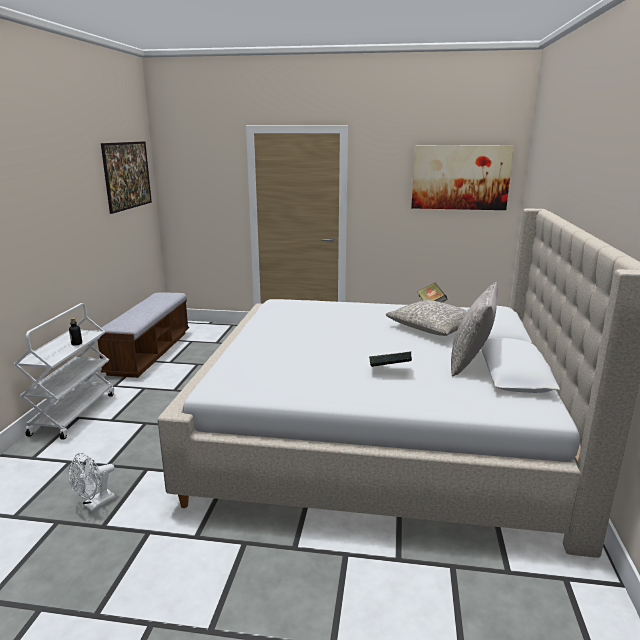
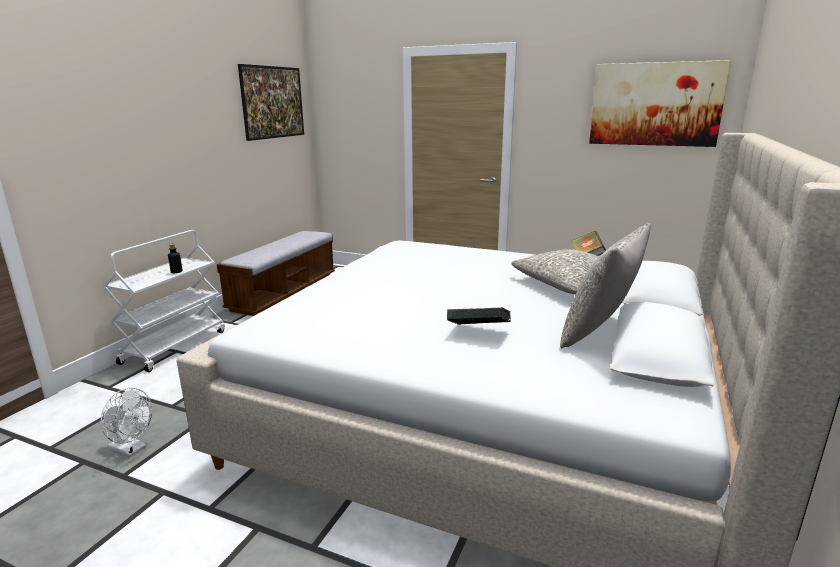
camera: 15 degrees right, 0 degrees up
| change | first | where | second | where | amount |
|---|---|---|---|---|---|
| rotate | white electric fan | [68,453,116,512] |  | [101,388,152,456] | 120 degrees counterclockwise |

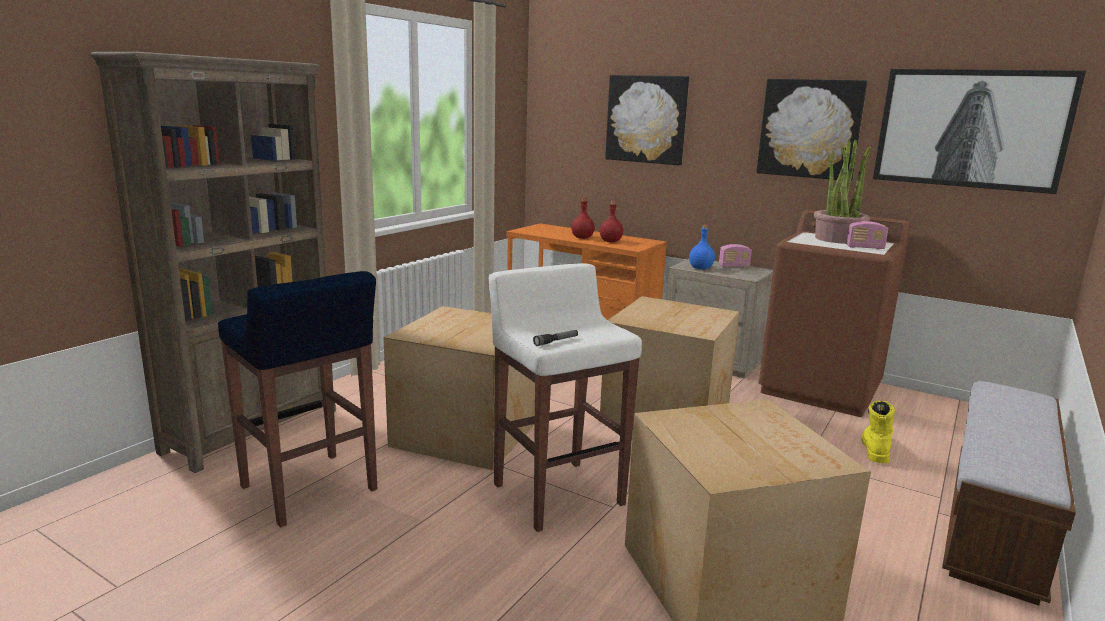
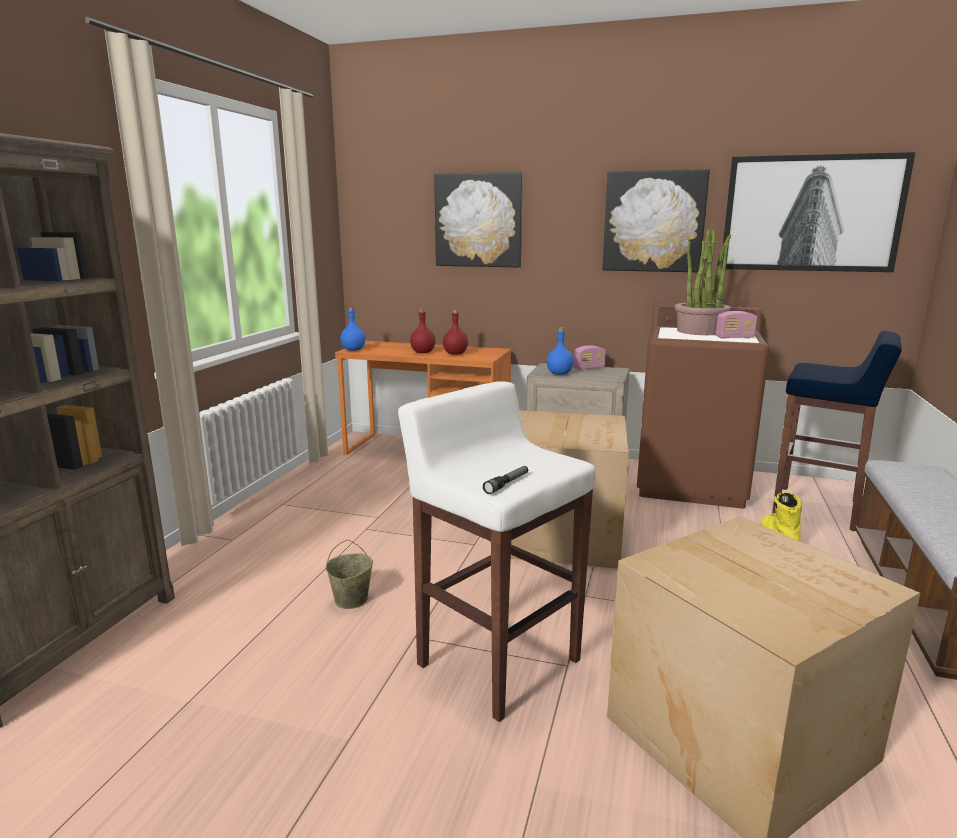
camera: 15 degrees left, 0 degrees up
| change | first | where | second | where | amount |
|---|---|---|---|---|---|
| move | blue sitting stool | [218,271,377,528] |  | [772,331,902,531] |  |
| replace | cardboard box | [383,306,535,470] | sand-coloured water bucket | [326,540,373,609] |  |
| insert |  |  | blue bottle | [340,307,365,351] |  |

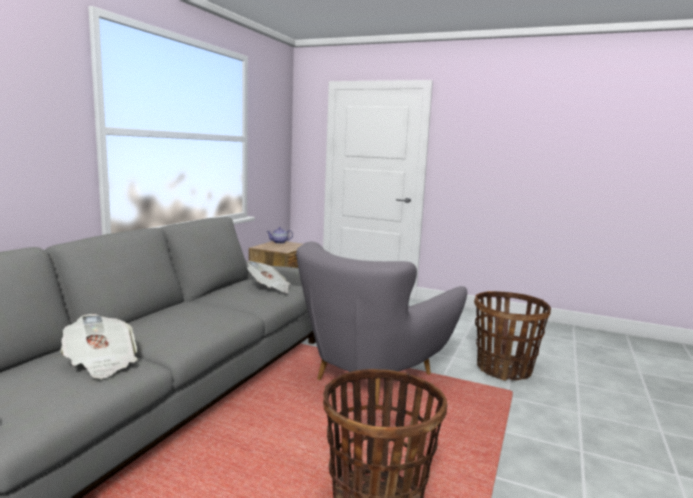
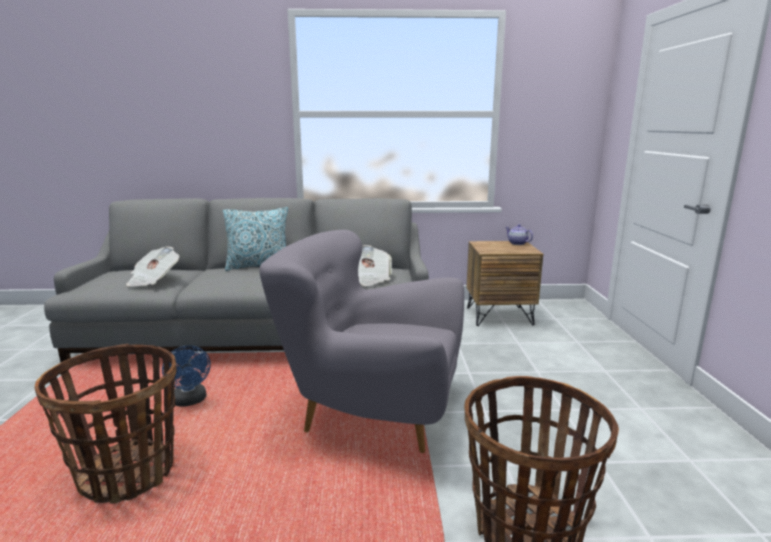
camera: 65 degrees right, 5 degrees up
| change | first | where | second | where | amount |
|---|---|---|---|---|---|
| insert |  |  | blue electric fan | [162,345,211,407] |  |
| insert |  |  | cushion | [223,207,288,271] |  |

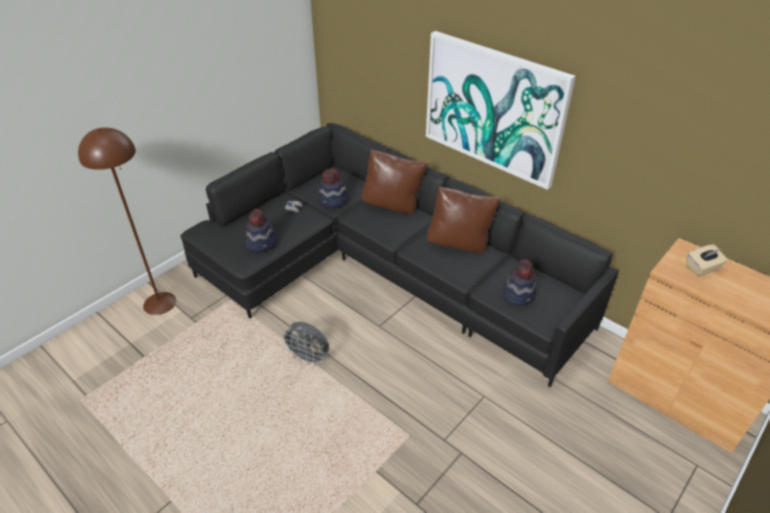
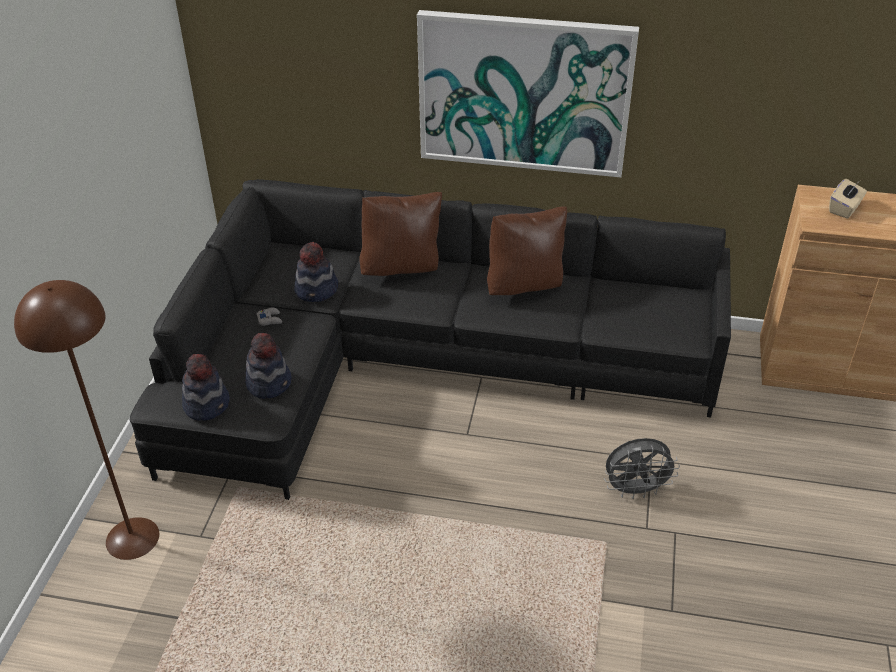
camera: 30 degrees left, 0 degrees up
| change | first | where | second | where | amount |
|---|---|---|---|---|---|
| move | gray electric fan | [280,322,329,366] |  | [604,438,680,499] |  |
| move | clothing hat | [503,259,536,306] |  | [182,354,230,421] |  |

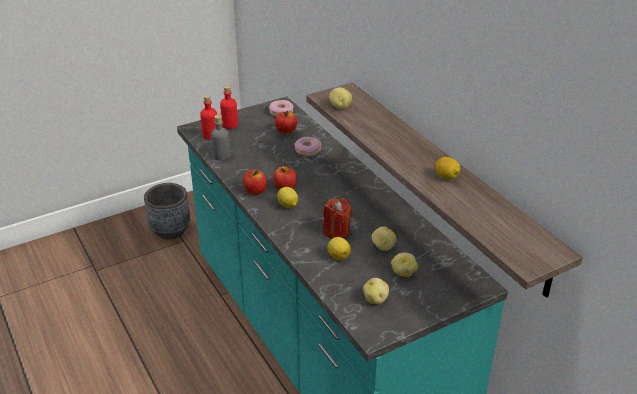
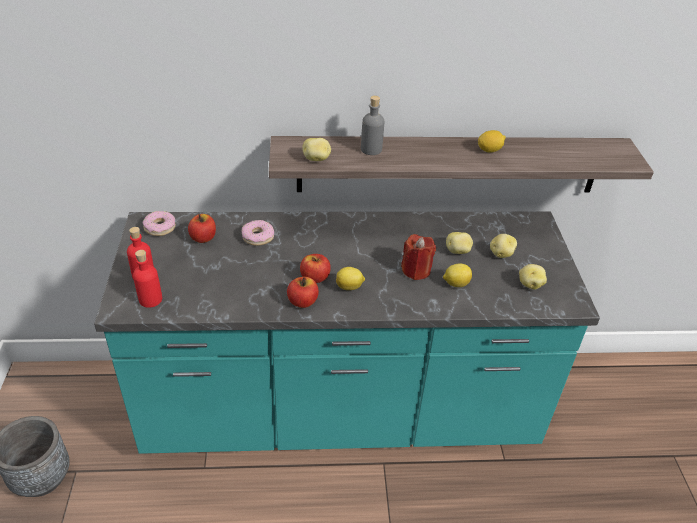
camera: 65 degrees left, 5 degrees up
| change | first | where | second | where | amount |
|---|---|---|---|---|---|
| move | gray bottle | [211,115,230,161] |  | [361,95,385,155] |  |

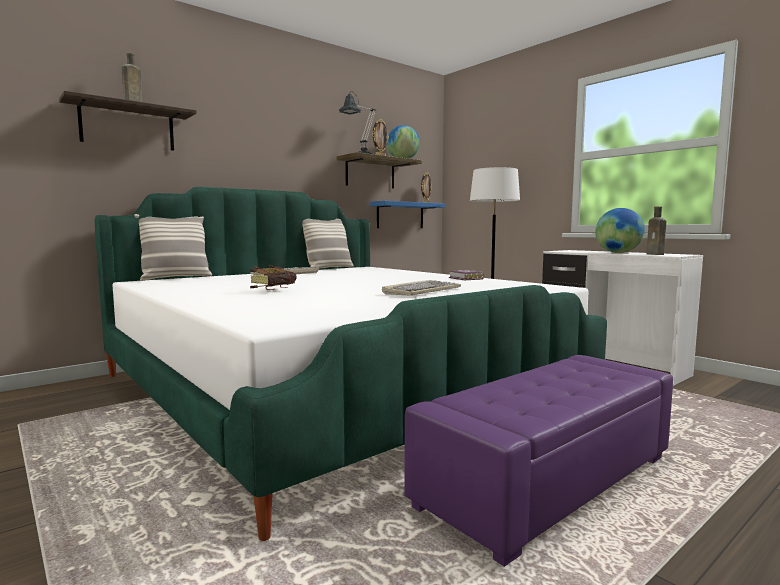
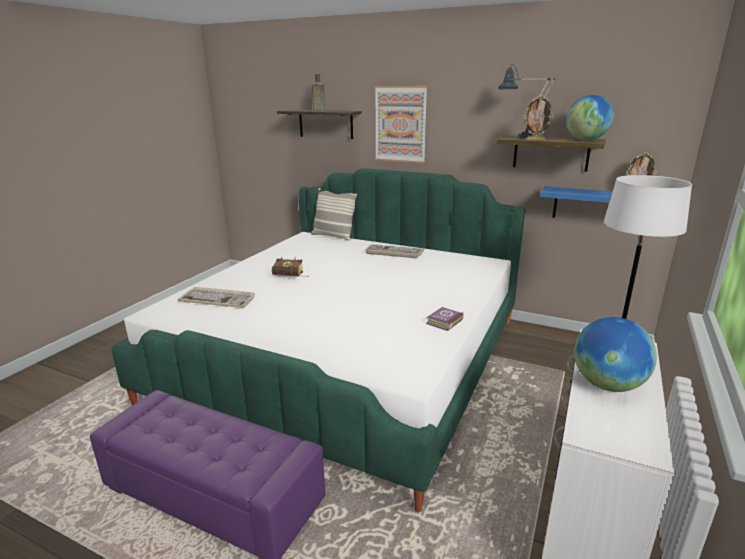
camera: 65 degrees right, 15 degrees up
| change | first | where | second | where | amount |
|---|---|---|---|---|---|
| delete | cushion | [302,219,354,269] |  |  |  |
| move | PC keyboard | [382,280,461,296] |  | [178,287,255,308] |  |
| delete | brownish bottle | [647,207,666,255] |  |  |  |
| insert |  |  | wall picture | [375,86,427,163] |  |

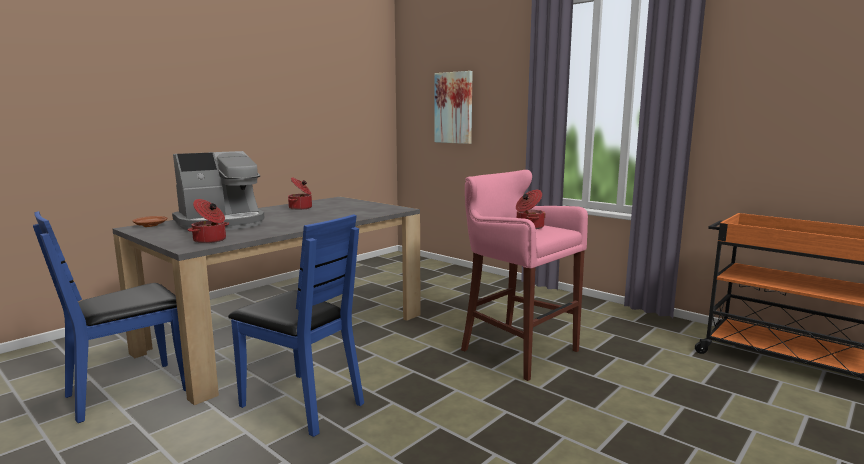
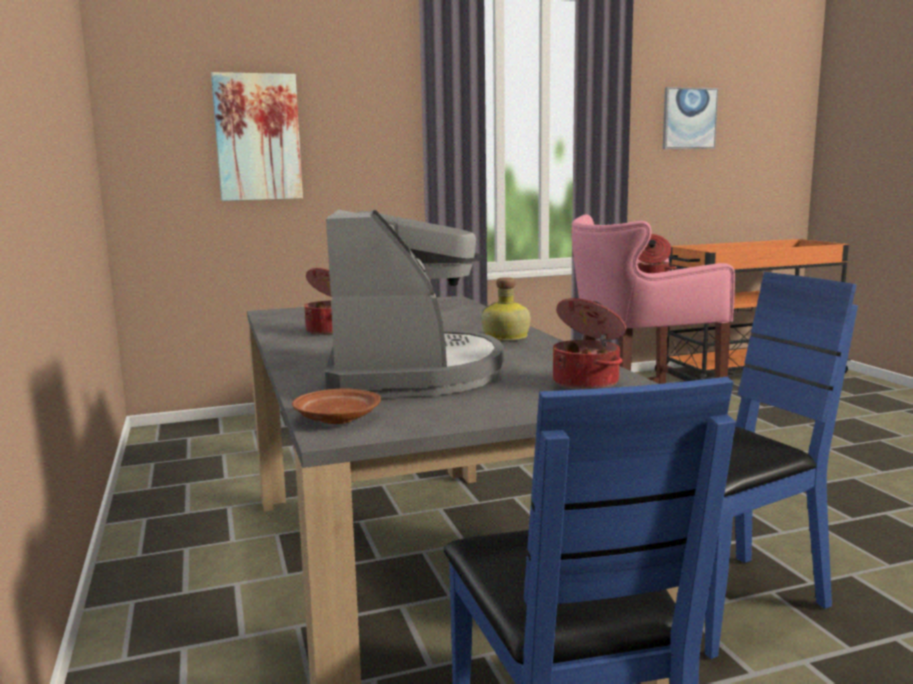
camera: 60 degrees left, 0 degrees up
| change | first | where | second | where | amount |
|---|---|---|---|---|---|
| insert |  |  | bottle | [481,277,531,341] |  |
| insert |  |  | wall picture | [663,87,718,149] |  |

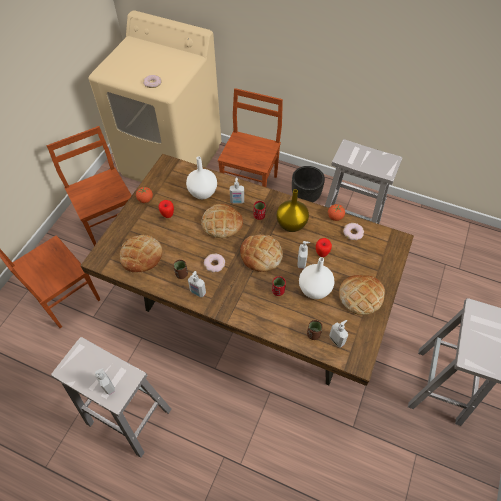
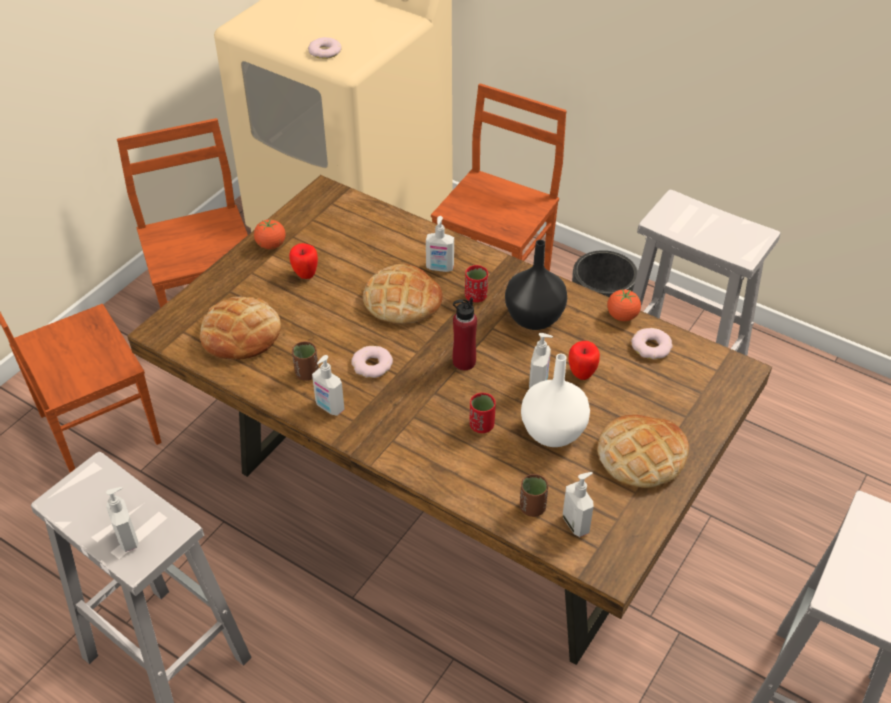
camera: 10 degrees right, 10 degrees down
| change | first | where | second | where | amount |
|---|---|---|---|---|---|
| delete | white flower vase | [186,156,217,199] |  |  |  |
| replace | bread | [240,235,283,272] | reddish bottle | [453,297,477,370] |  |
| recolor | yellowish flower vase | [277,189,309,232] | black flower vase | [505,240,567,330] |  |

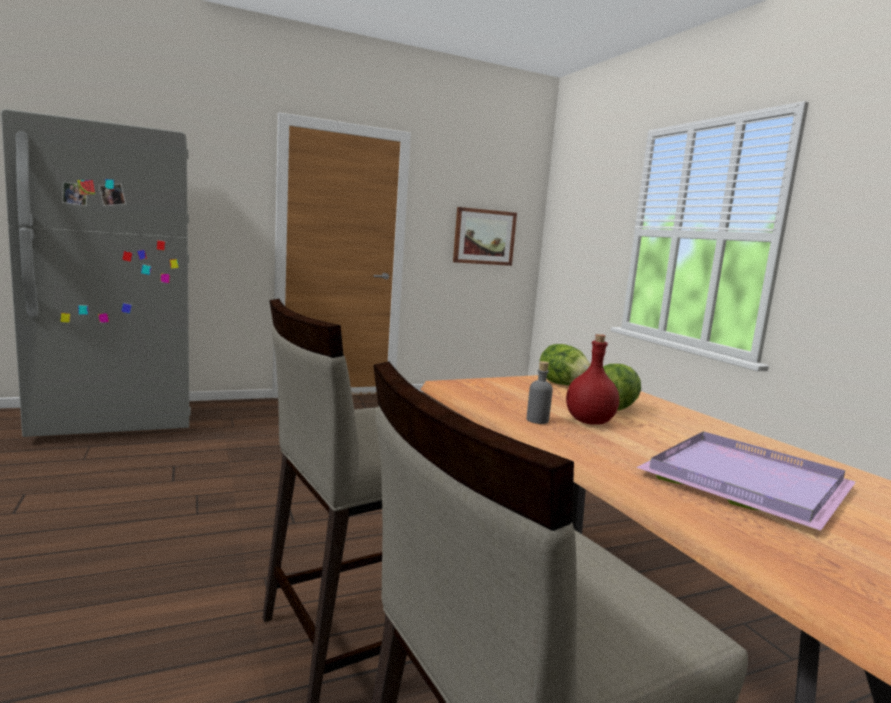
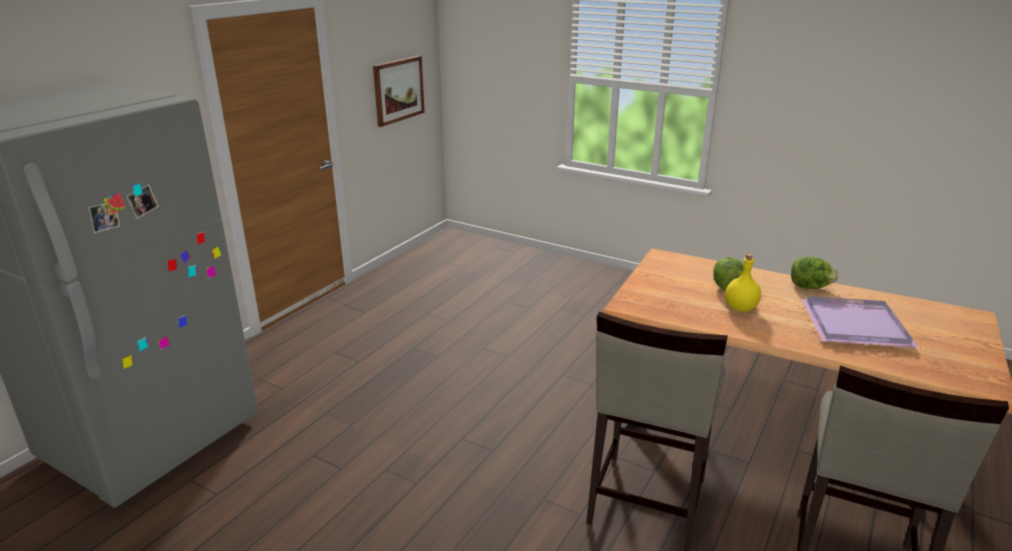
camera: 35 degrees left, 15 degrees up
| change | first | where | second | where | amount |
|---|---|---|---|---|---|
| delete | gray bottle | [527,361,553,424] |  |  |  |
| move | lettuce head | [539,344,591,385] |  | [791,257,838,289] |  |
| recolor | reddish bottle | [566,334,619,425] | yellowish bottle | [725,254,761,312] |  |

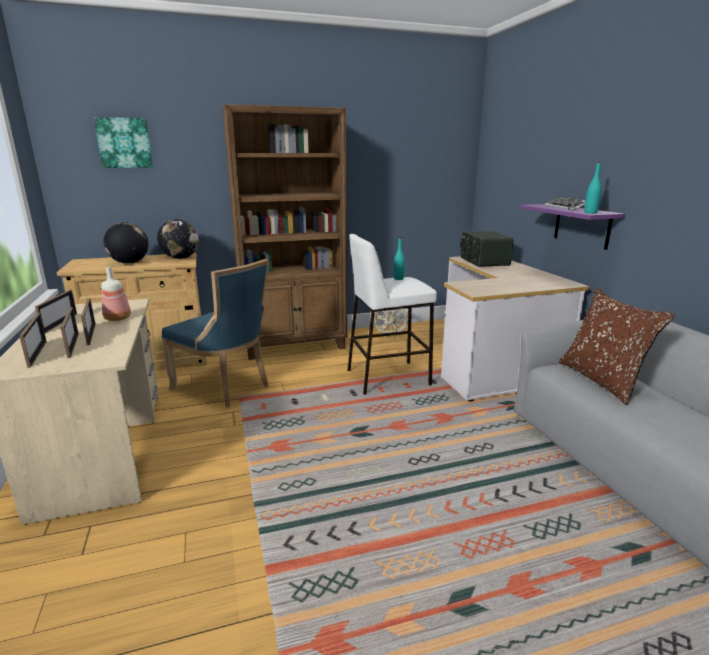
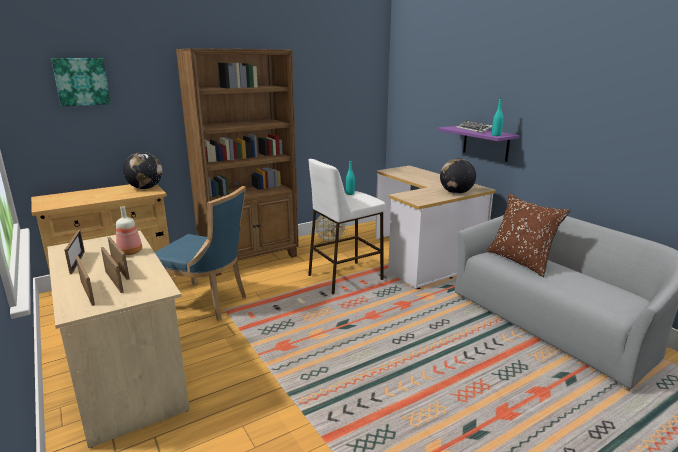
camera: 15 degrees left, 0 degrees up
| change | first | where | second | where | amount |
|---|---|---|---|---|---|
| move | globe | [104,222,149,264] |  | [440,159,476,194] |  |
| delete | radio | [460,231,514,267] |  |  |  |

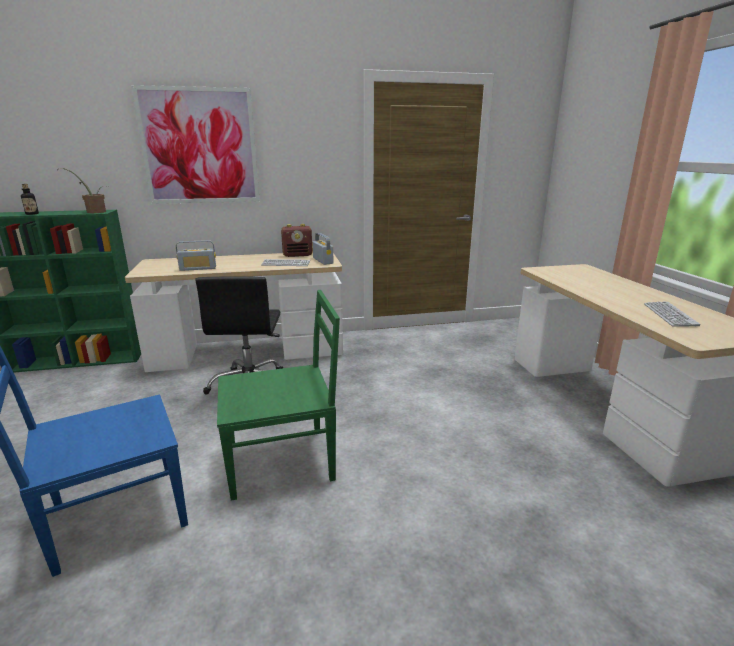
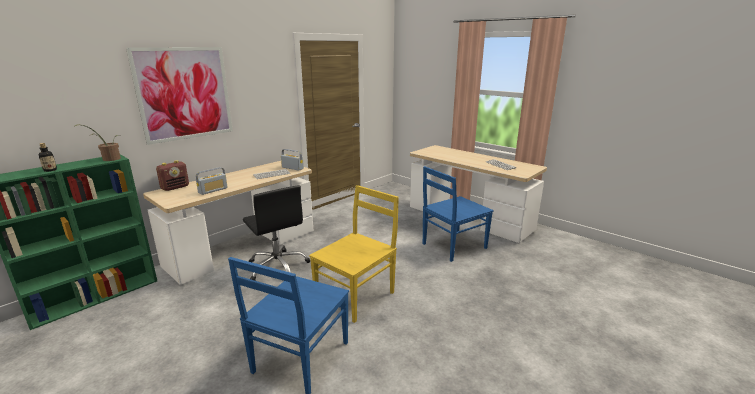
camera: 35 degrees left, 0 degrees up
| change | first | where | second | where | amount |
|---|---|---|---|---|---|
| recolor | greenish chair | [217,290,340,501] | yellowish chair | [309,185,399,323] |  |
| move | radio | [281,224,313,257] |  | [156,160,189,191] |  |
| insert |  |  | blue chair | [423,166,494,262] |  |

